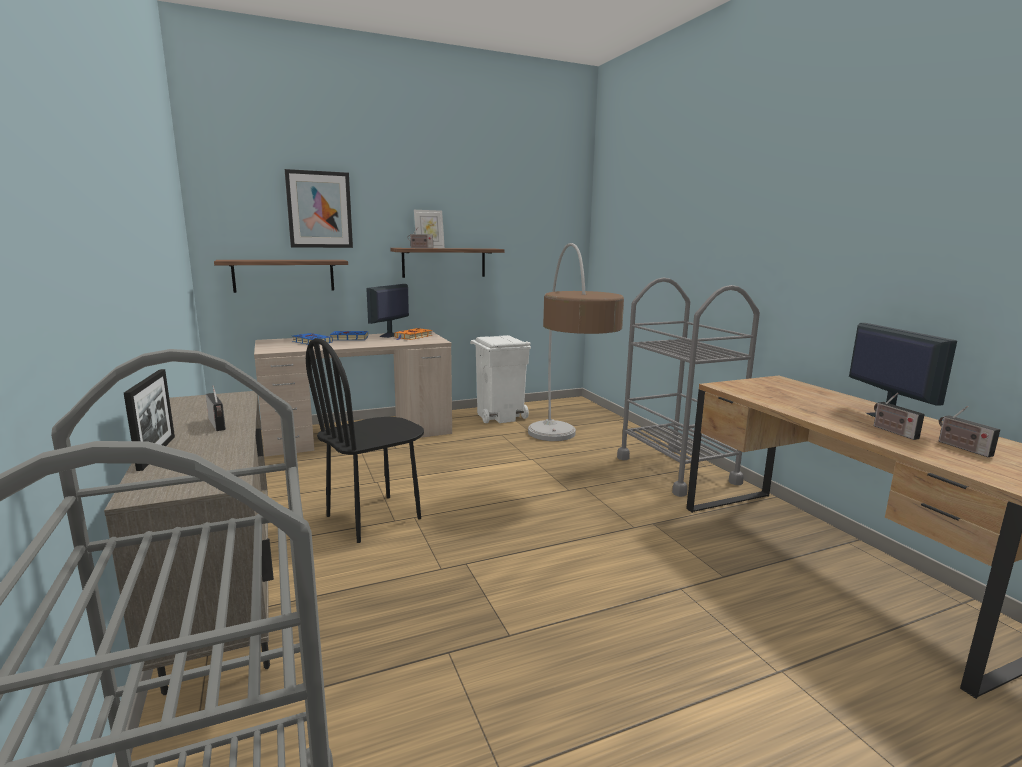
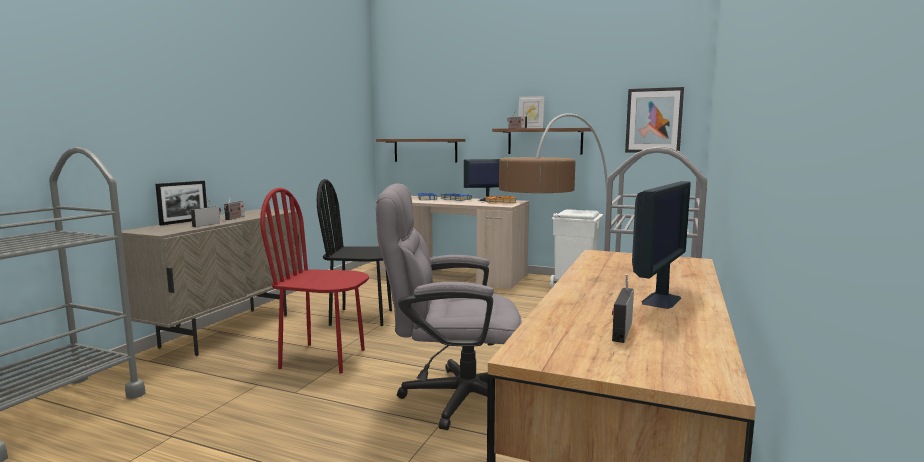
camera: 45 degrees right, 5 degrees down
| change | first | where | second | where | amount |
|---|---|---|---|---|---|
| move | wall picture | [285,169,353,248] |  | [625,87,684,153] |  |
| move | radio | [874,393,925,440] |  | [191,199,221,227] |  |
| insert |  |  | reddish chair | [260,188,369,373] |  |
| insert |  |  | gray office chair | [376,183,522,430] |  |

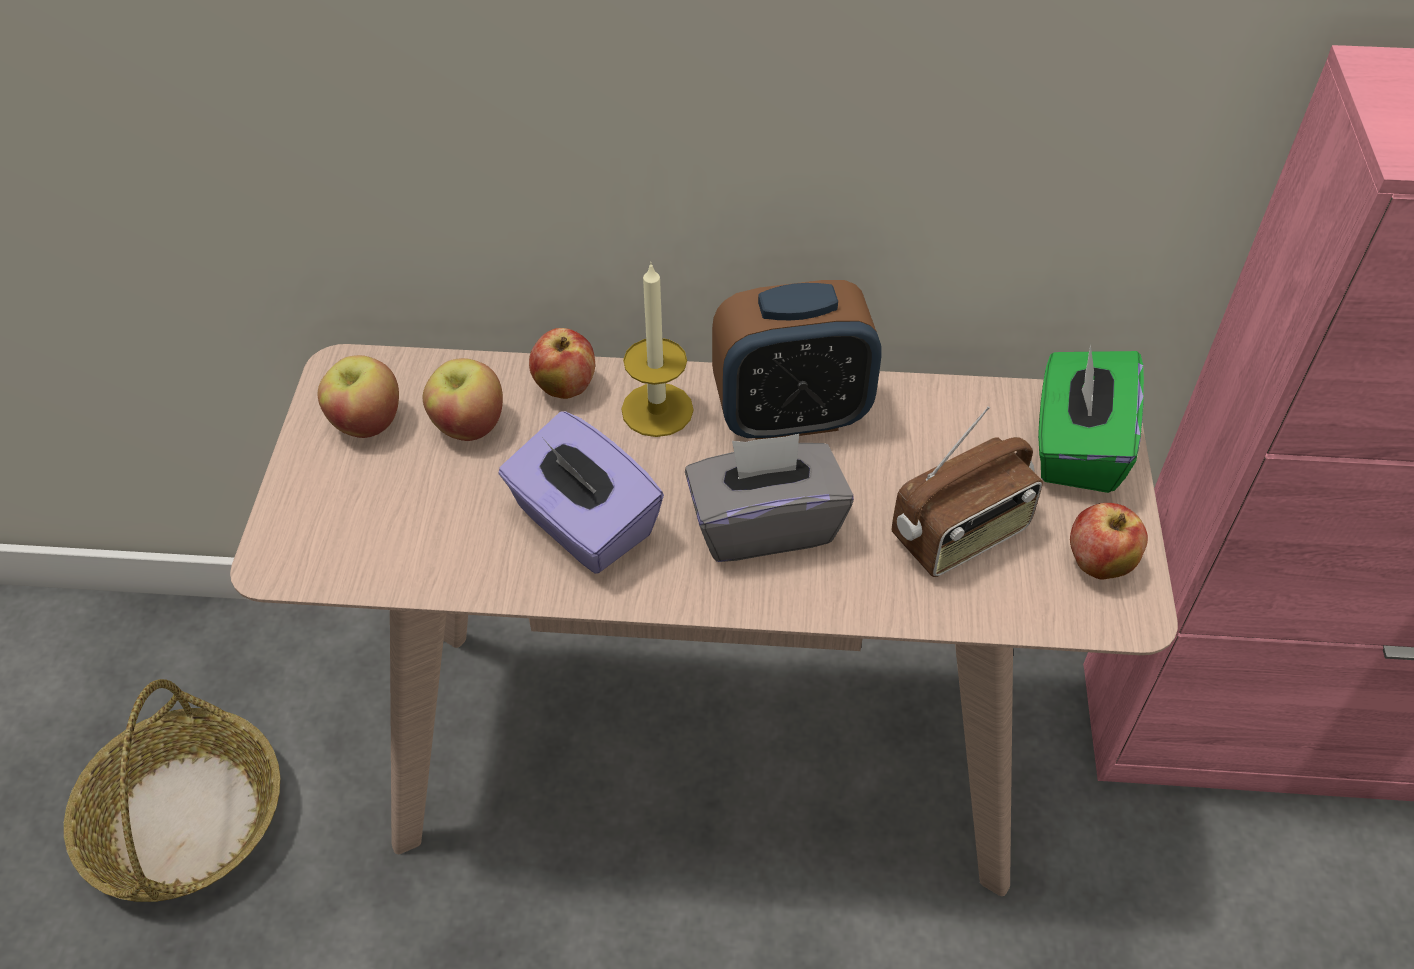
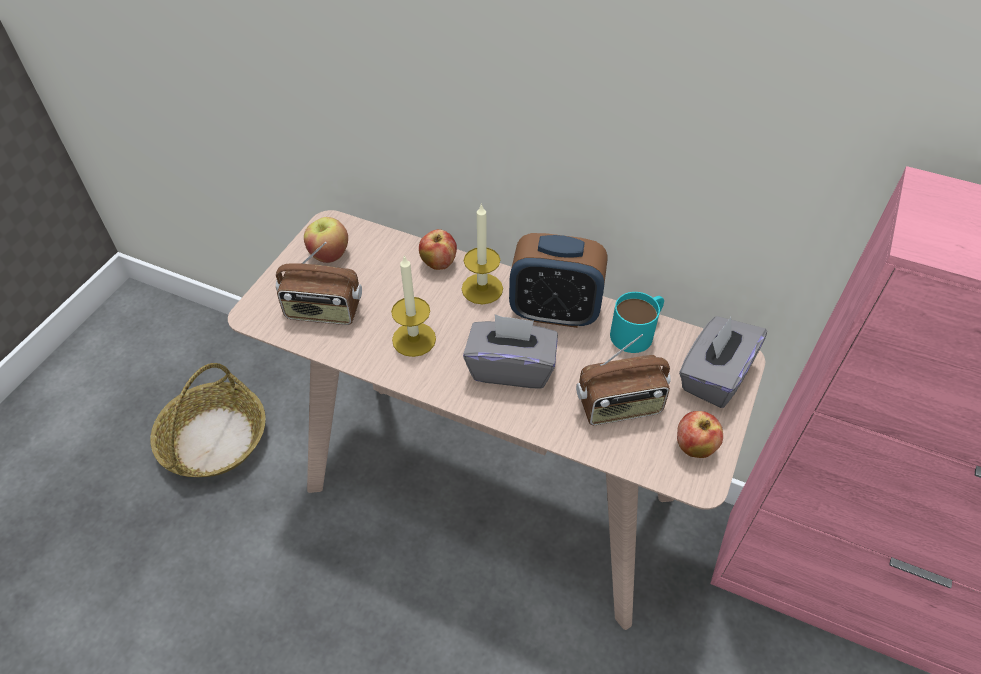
camera: 20 degrees right, 0 degrees up
| change | first | where | second | where | amount |
|---|---|---|---|---|---|
| delete | apple | [423,358,503,441] |  |  |  |
| replace | purplish tissue holder | [498,411,664,574] | candle | [391,255,436,357] |  |
| recolor | greenish tissue holder | [1038,345,1144,493] | gray tissue holder | [679,316,767,408] |  |
| insert |  |  | radio | [276,242,362,325] |  |
| insert |  |  | blue-green tea mug | [610,292,664,353] |  |

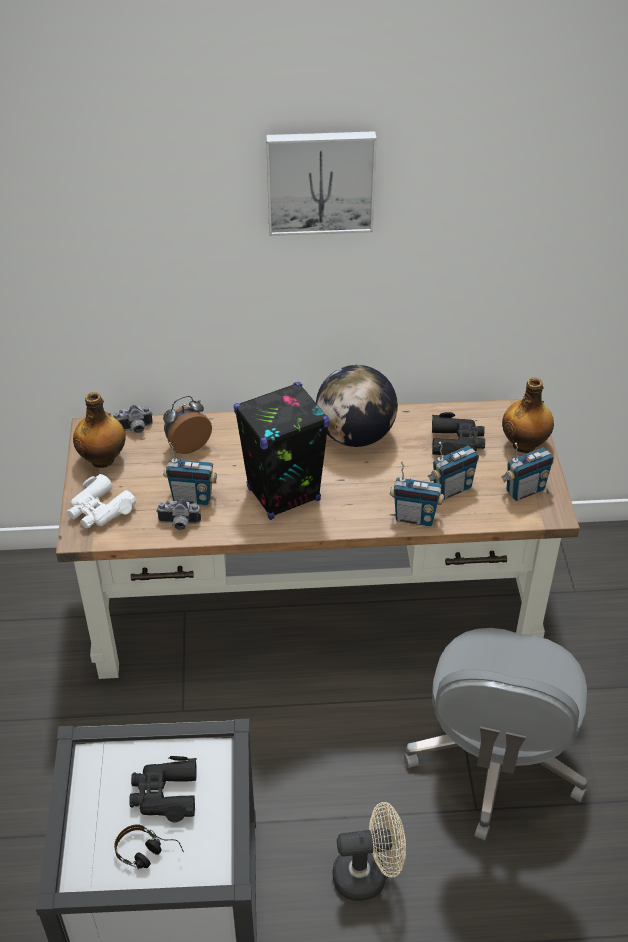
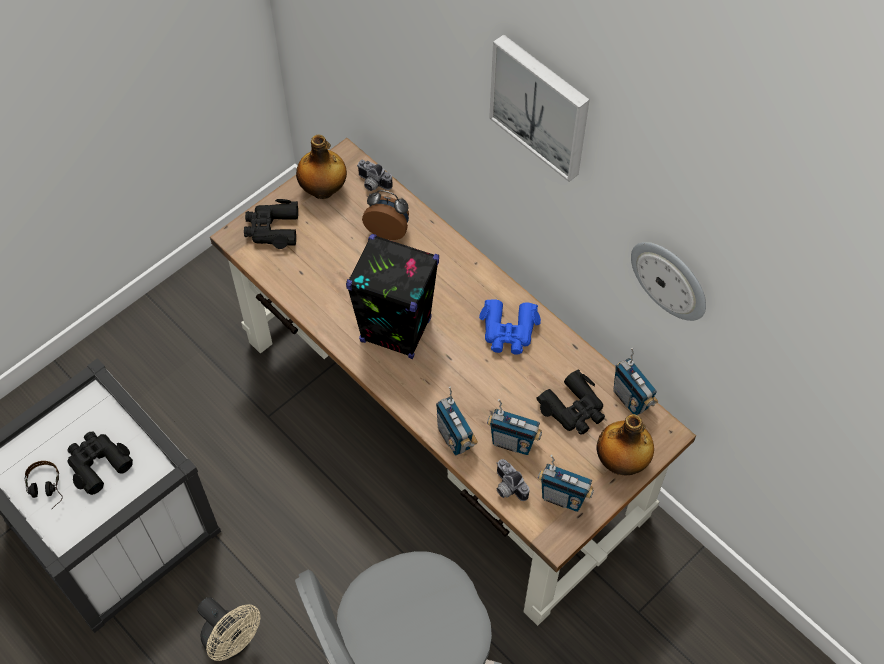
camera: 50 degrees right, 15 degrees up
| change | first | where | second | where | amount |
|---|---|---|---|---|---|
| recolor | white pair of binoculars | [67,474,136,528] | black pair of binoculars | [244,199,298,249] |  |
| move | photo camera | [156,499,201,530] |  | [496,459,530,501] |  |
| move | radio | [163,442,217,505] |  | [613,348,658,415] |  |
| replace | globe | [316,365,398,447] | blue pair of binoculars | [479,299,541,355] |  |
| insert |  |  | wall clock | [631,242,706,321] |  |

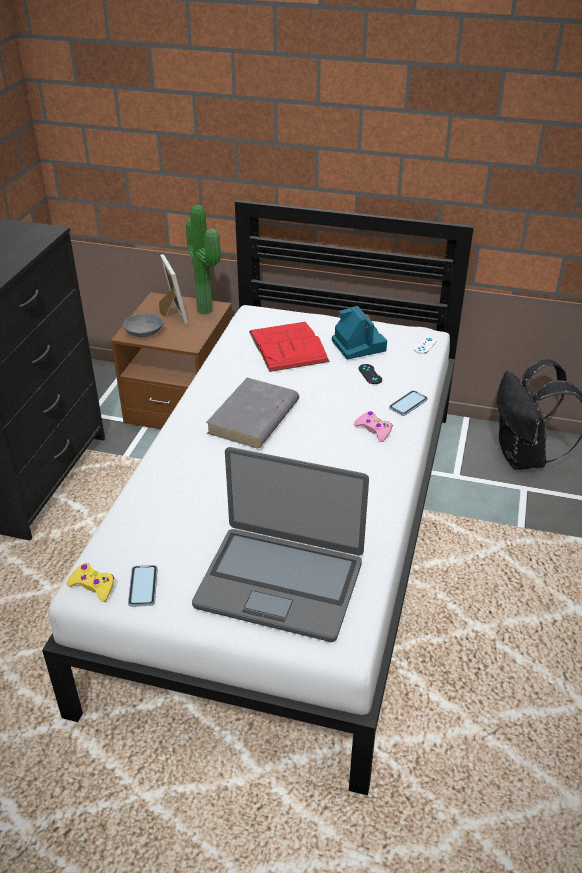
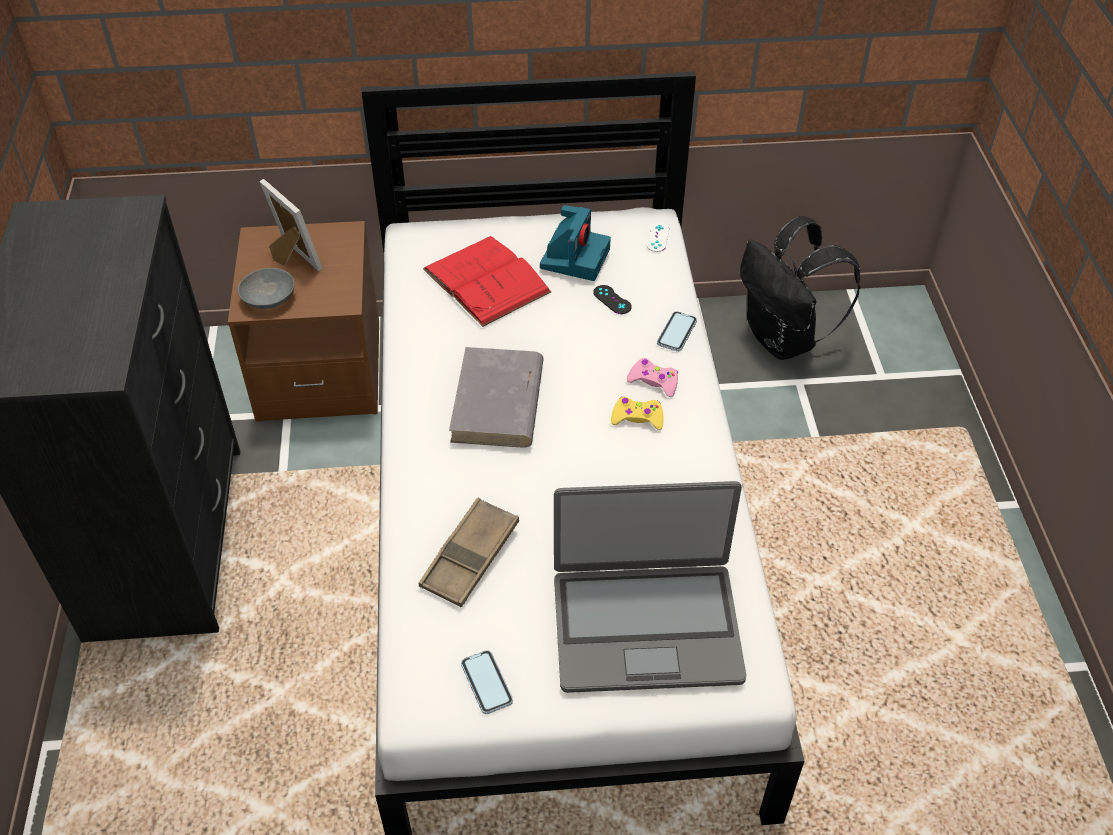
camera: 20 degrees left, 10 degrees up
| change | first | where | second | where | amount |
|---|---|---|---|---|---|
| move | yellowish game controller | [67,563,114,602] |  | [611,397,663,430] |  |
| delete | plant in a pot | [186,205,221,315] |  |  |  |
| rotate | photo camera | [332,306,387,359] |  | [540,205,611,281] | 60 degrees clockwise |
| insert |  |  | brownish carrying tray | [418,498,519,607] |  |

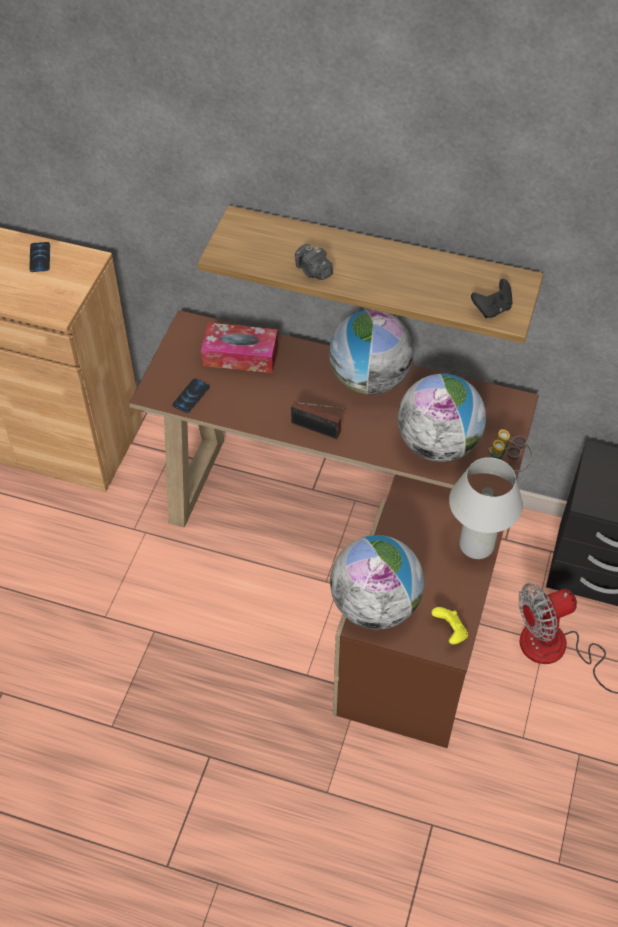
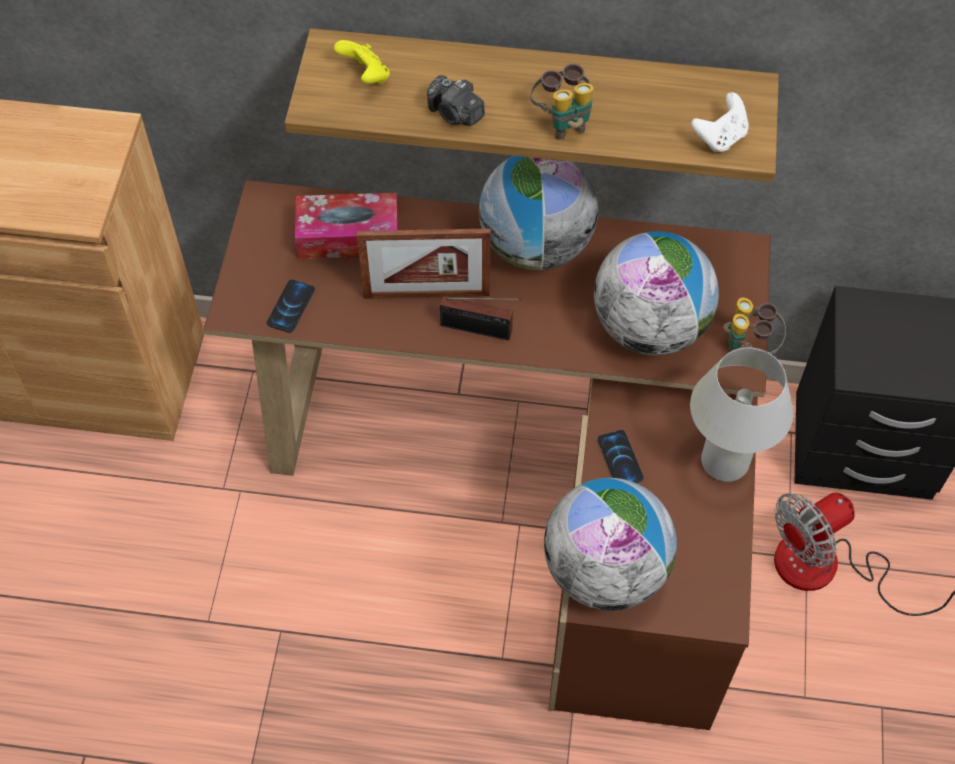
camera: 10 degrees left, 5 degrees up
| change | first | where | second | where | amount |
|---|---|---|---|---|---|
| move | telephone | [29,242,50,272] |  | [598,430,644,483] |  |
| move | yellowish game controller | [431,607,468,644] |  | [334,40,390,84] |  |
| recolor | black game controller | [471,279,512,318] | white game controller | [691,92,749,152] |  |
| insert |  |  | photo frame | [357,228,491,299] |  |
| insert |  |  | pair of binoculars | [530,63,594,140] |  |

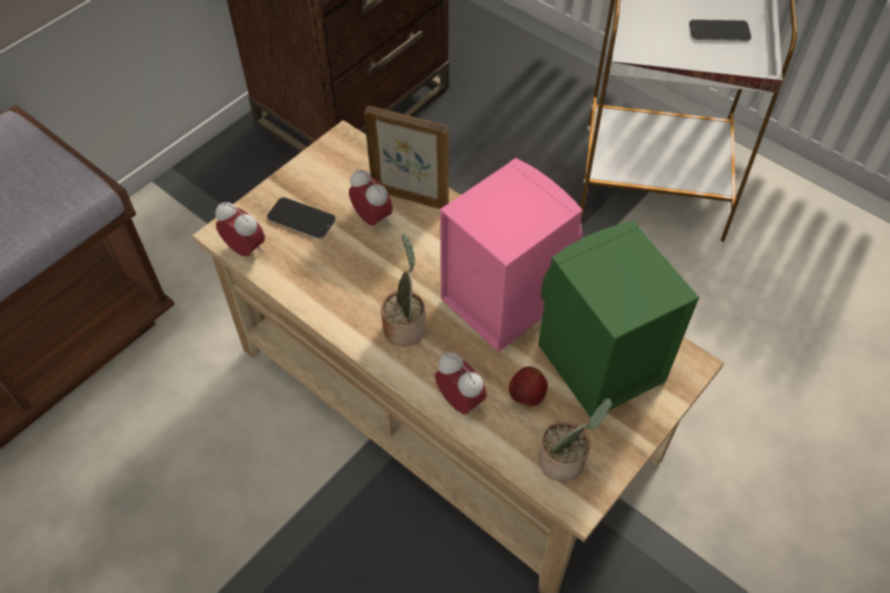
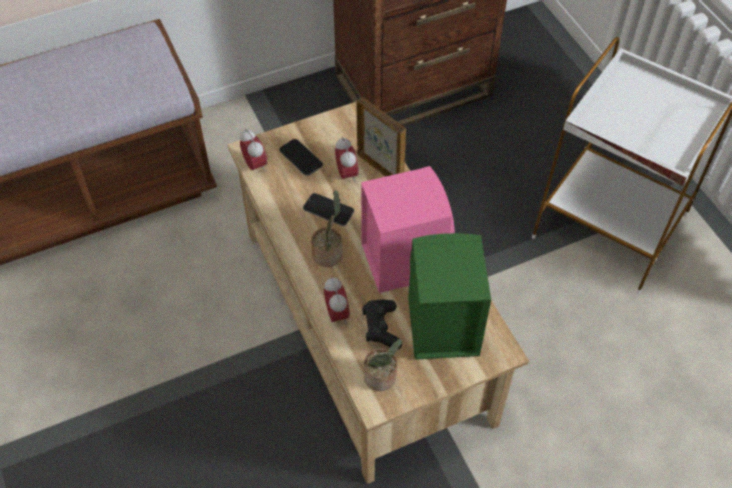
camera: 25 degrees right, 0 degrees up
| change | first | where | second | where | amount |
|---|---|---|---|---|---|
| replace | apple | [509,367,548,406] | black game controller | [362,299,402,350] |  |
| move | telephone | [689,20,751,41] |  | [303,193,354,226] |  |

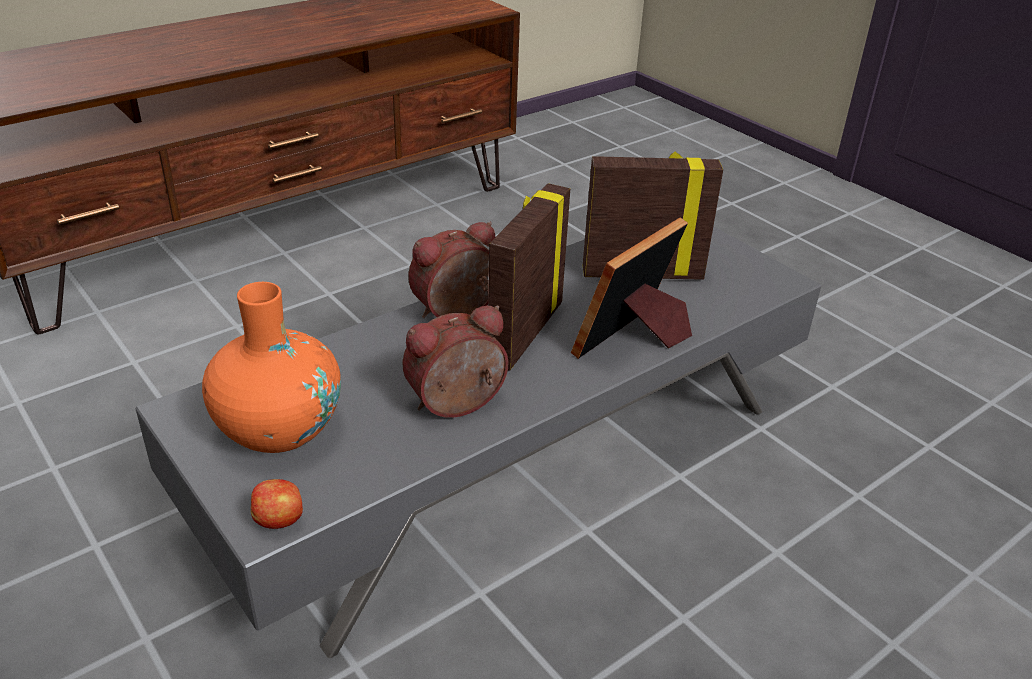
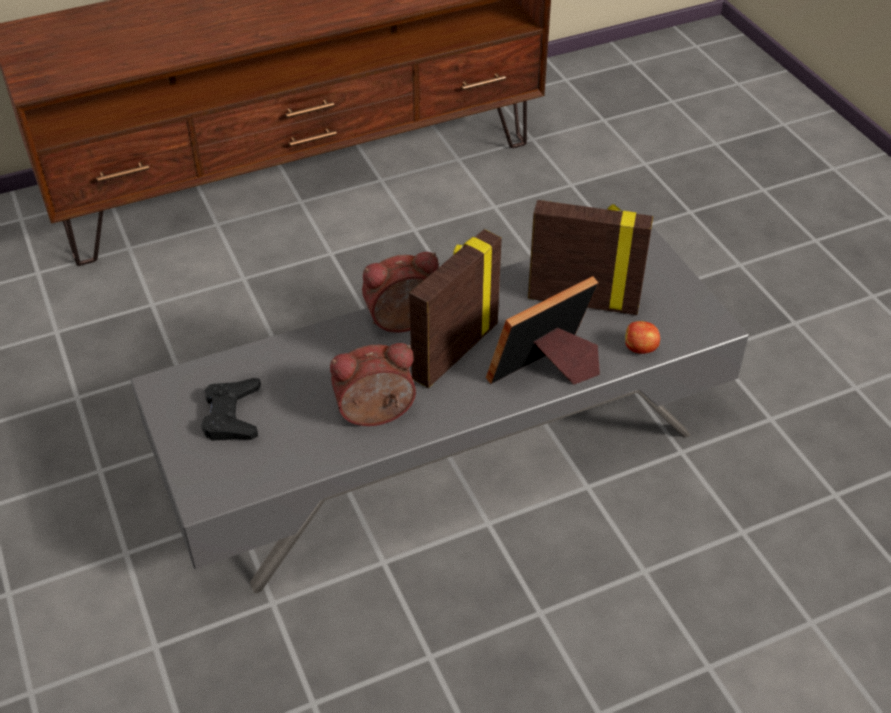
camera: 15 degrees right, 10 degrees up
| change | first | where | second | where | amount |
|---|---|---|---|---|---|
| replace | orangey flower vase | [202,282,341,453] | black game controller | [201,378,261,440] |  |
| move | apple | [251,479,303,529] |  | [625,321,660,354] |  |

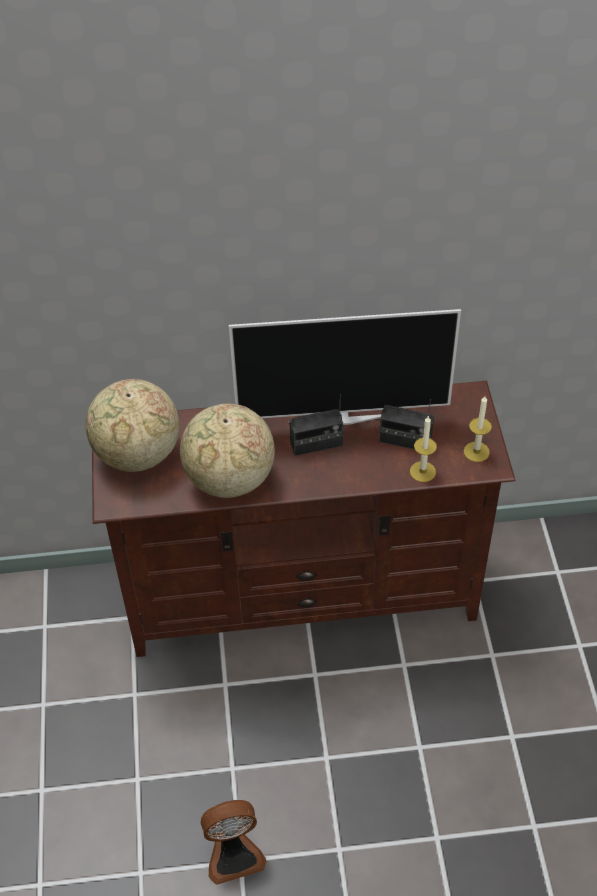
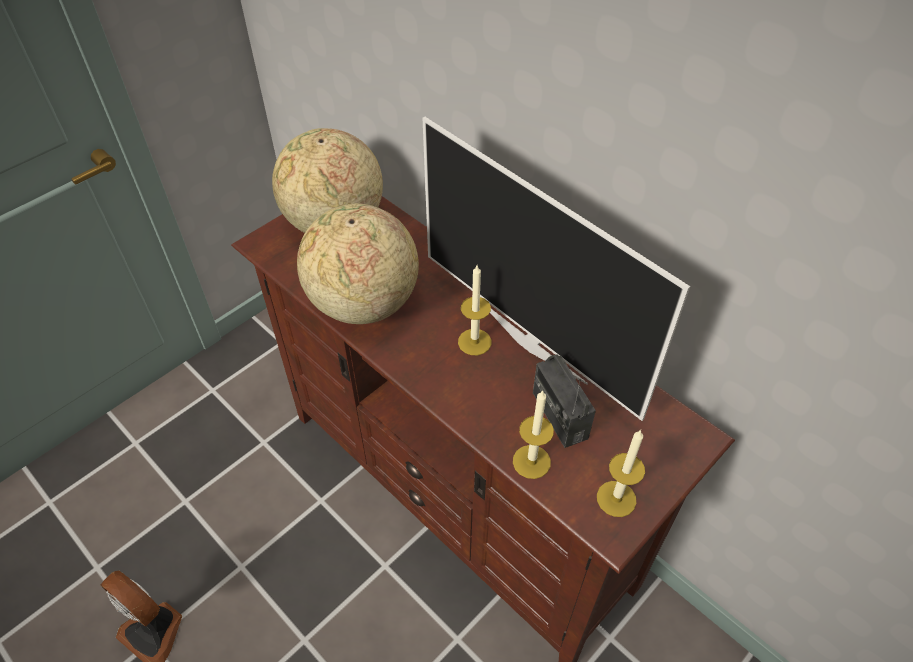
camera: 50 degrees right, 0 degrees up
| change | first | where | second | where | amount |
|---|---|---|---|---|---|
| replace | radio | [289,394,343,456] | candle | [458,266,491,355] |  |

